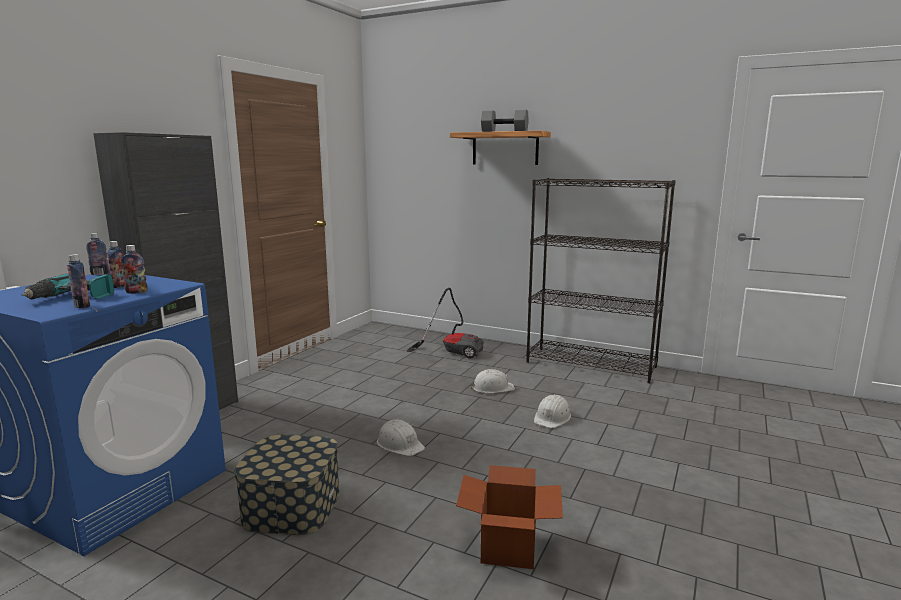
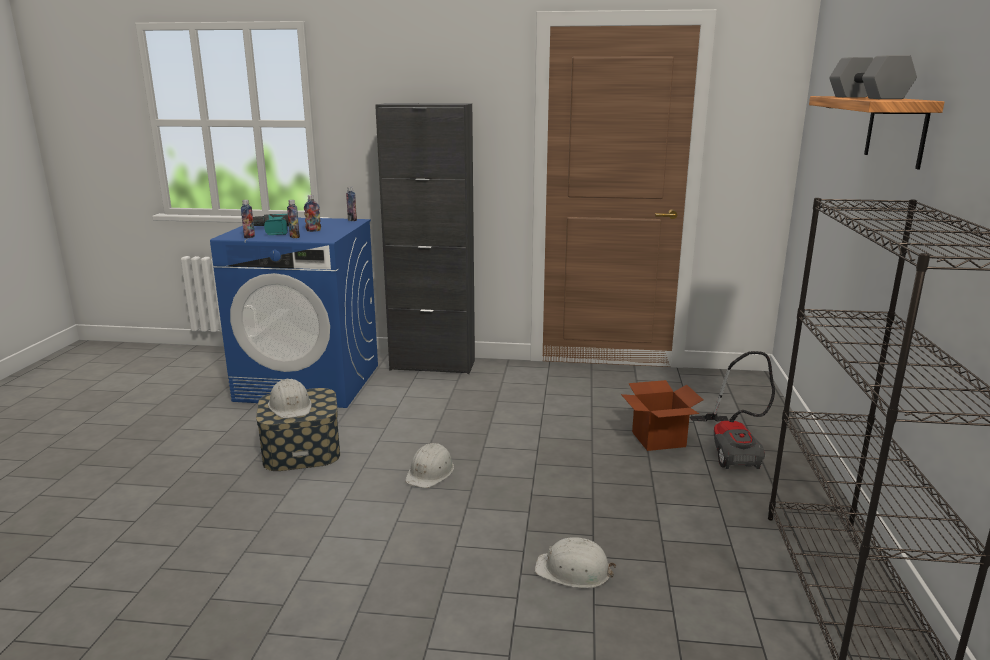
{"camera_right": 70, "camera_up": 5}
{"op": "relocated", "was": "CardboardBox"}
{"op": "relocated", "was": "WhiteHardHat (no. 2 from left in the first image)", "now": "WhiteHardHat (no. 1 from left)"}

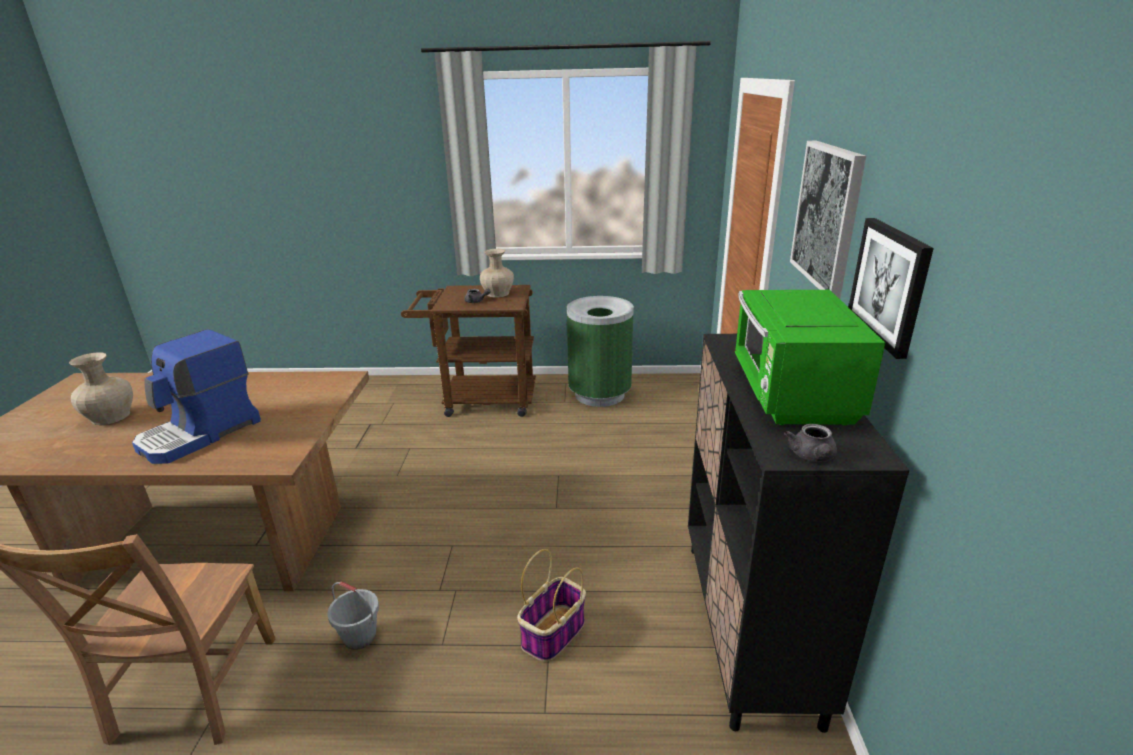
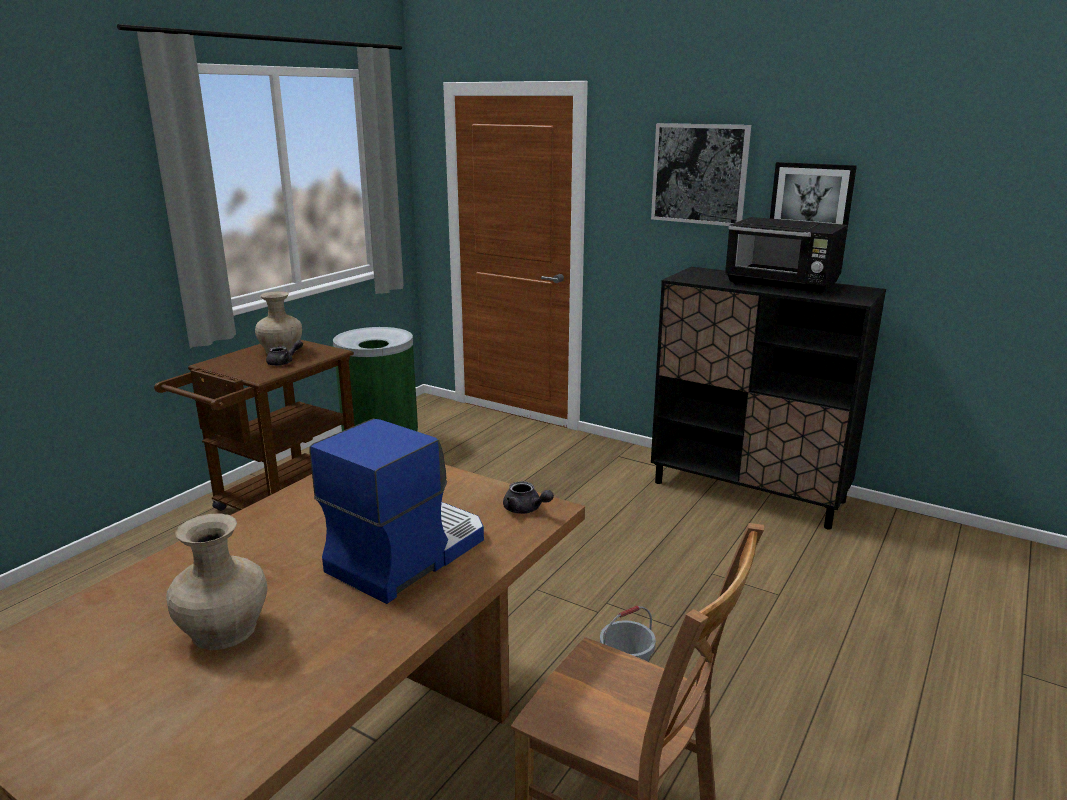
{"camera_right": -60, "camera_up": -5}
{"op": "missing", "was": "Basket"}
{"op": "relocated", "was": "GreyTeapot (no. 2 from left)"}
{"op": "colour", "was": "GreenMicrowave", "now": "BlackMicrowave"}
{"op": "spun", "was": "CoffeeMachine", "clockwise": -120}

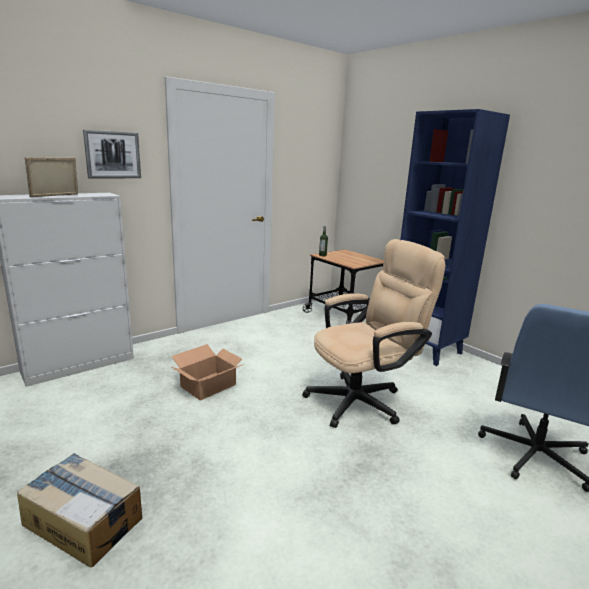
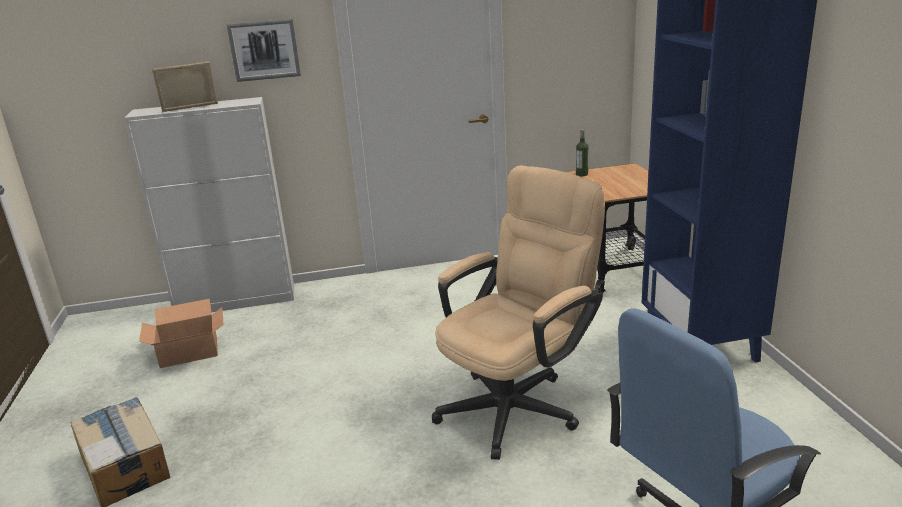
{"camera_right": 30, "camera_up": 5}
{"op": "relocated", "was": "CardboardBox (no. 2 from left)"}
{"op": "spun", "was": "BeigeOfficeChair", "clockwise": -45}

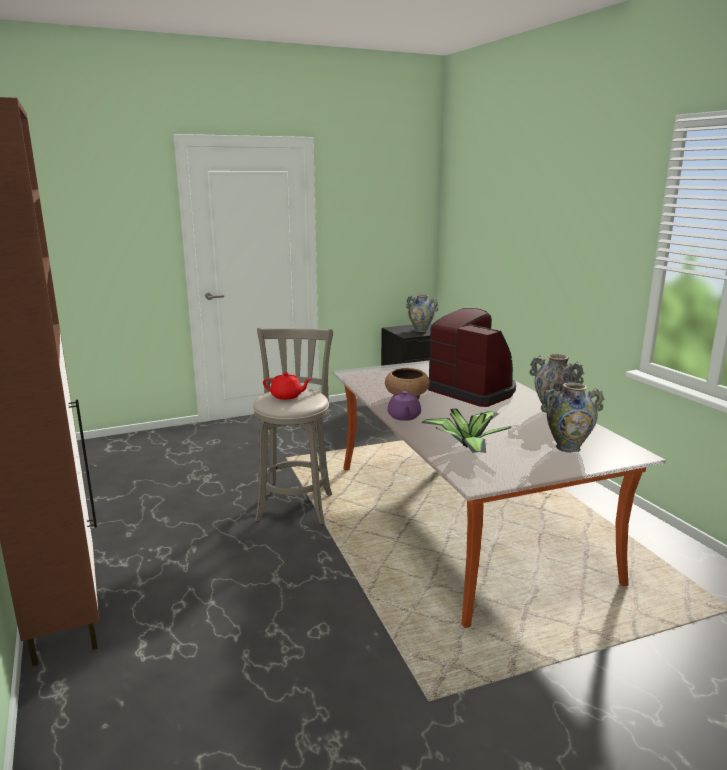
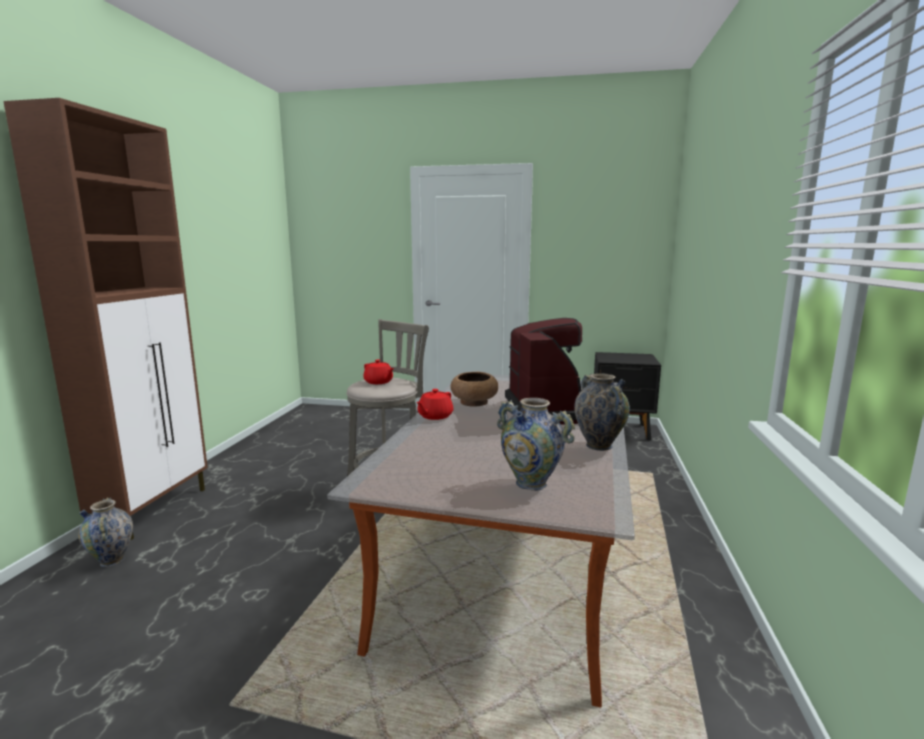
{"camera_right": 35, "camera_up": -5}
{"op": "missing", "was": "PottedPlant"}
{"op": "relocated", "was": "Vase (no. 1 from left)"}
{"op": "colour", "was": "PurpleTeapot", "now": "RedTeapot (no. 2 from left)"}

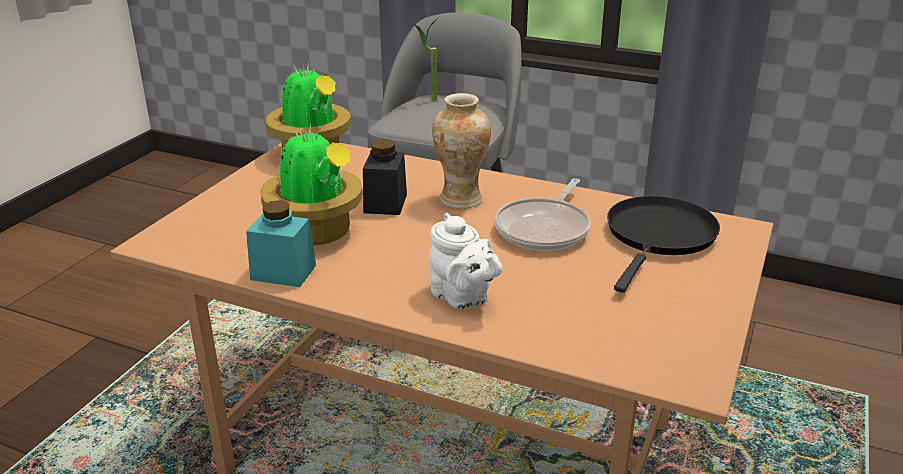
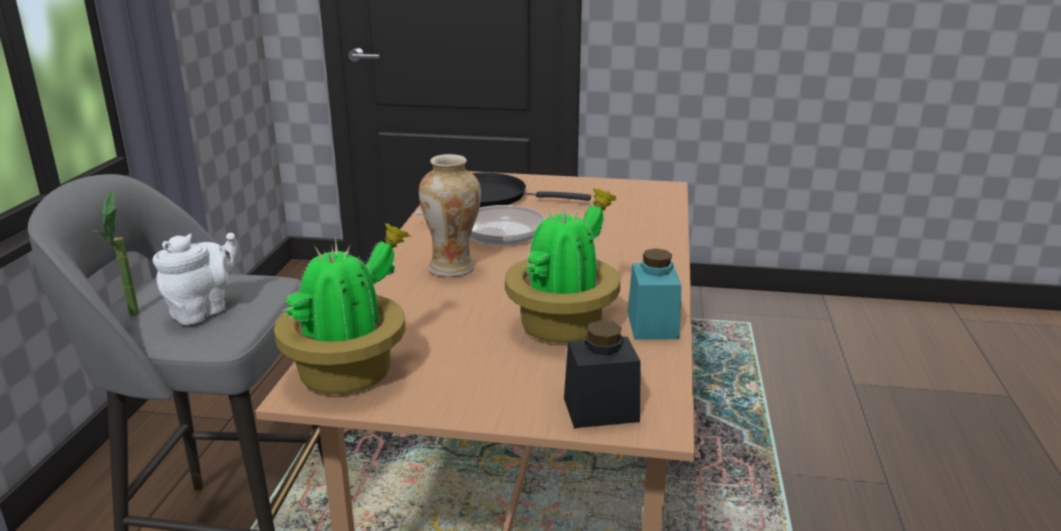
{"camera_right": -105, "camera_up": -5}
{"op": "relocated", "was": "BlackJar"}
{"op": "relocated", "was": "WhiteTeapot"}

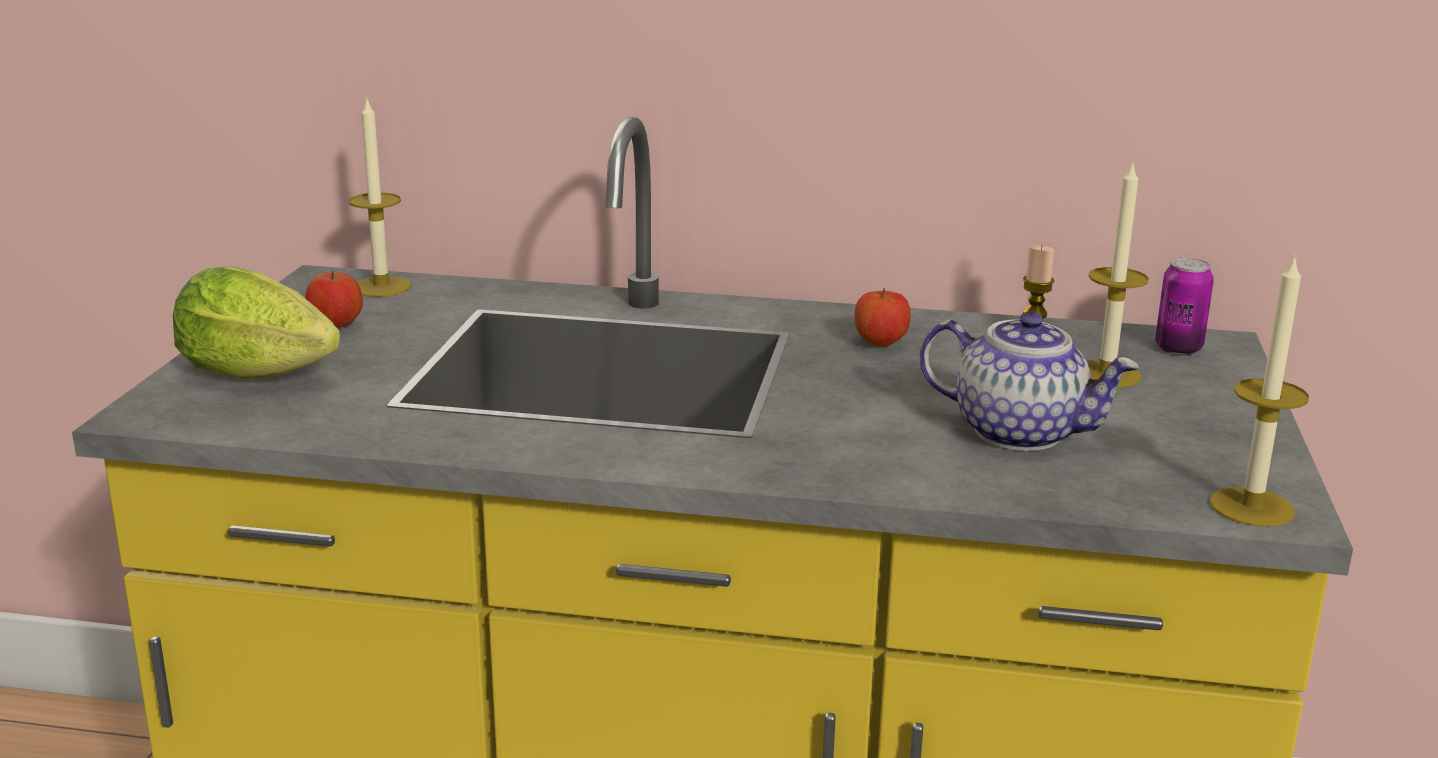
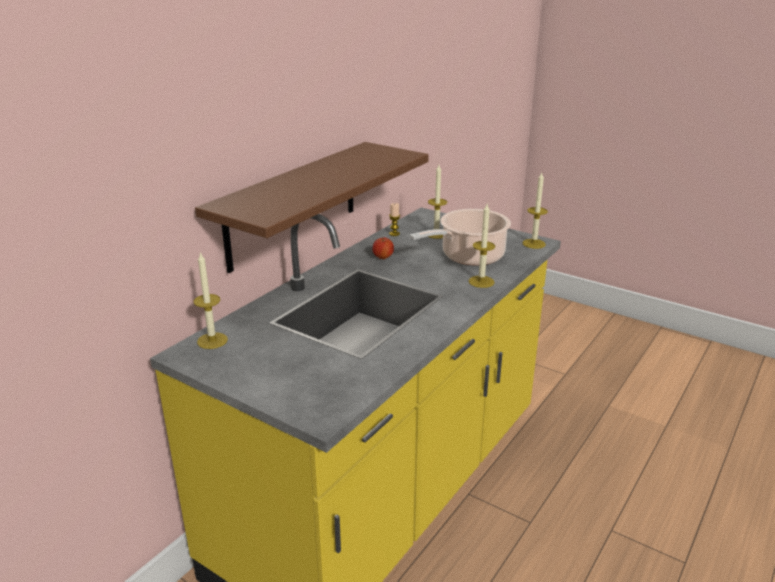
{"camera_right": -65, "camera_up": 5}
{"op": "missing", "was": "Lettuce"}
{"op": "missing", "was": "Apple (no. 1 from left)"}
{"op": "missing", "was": "Can"}
{"op": "appeared", "now": "BrownShelf"}
{"op": "appeared", "now": "Candle (no. 4 from left)"}
{"op": "exchanged", "was": "Teapot", "now": "CookingPot"}

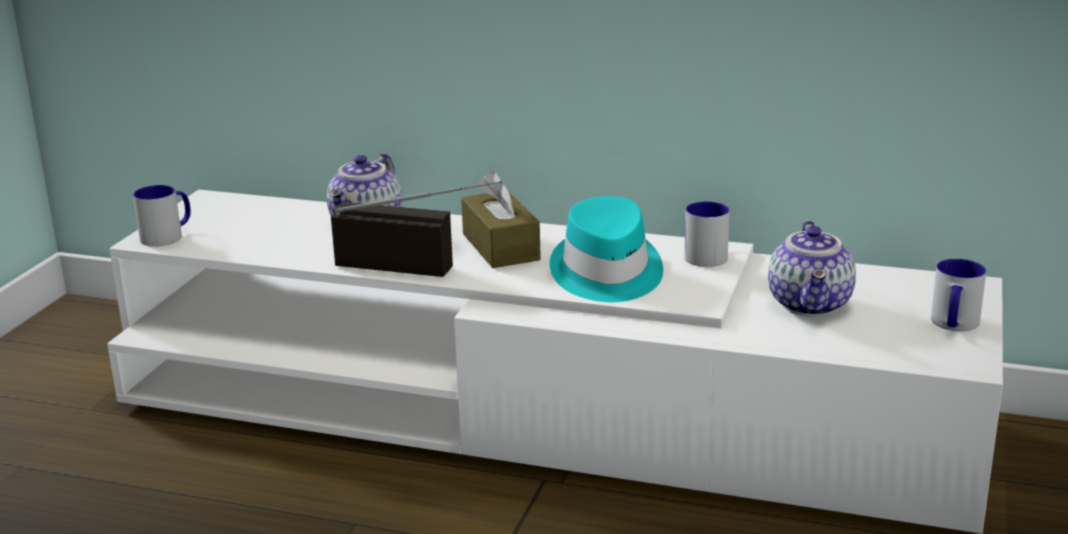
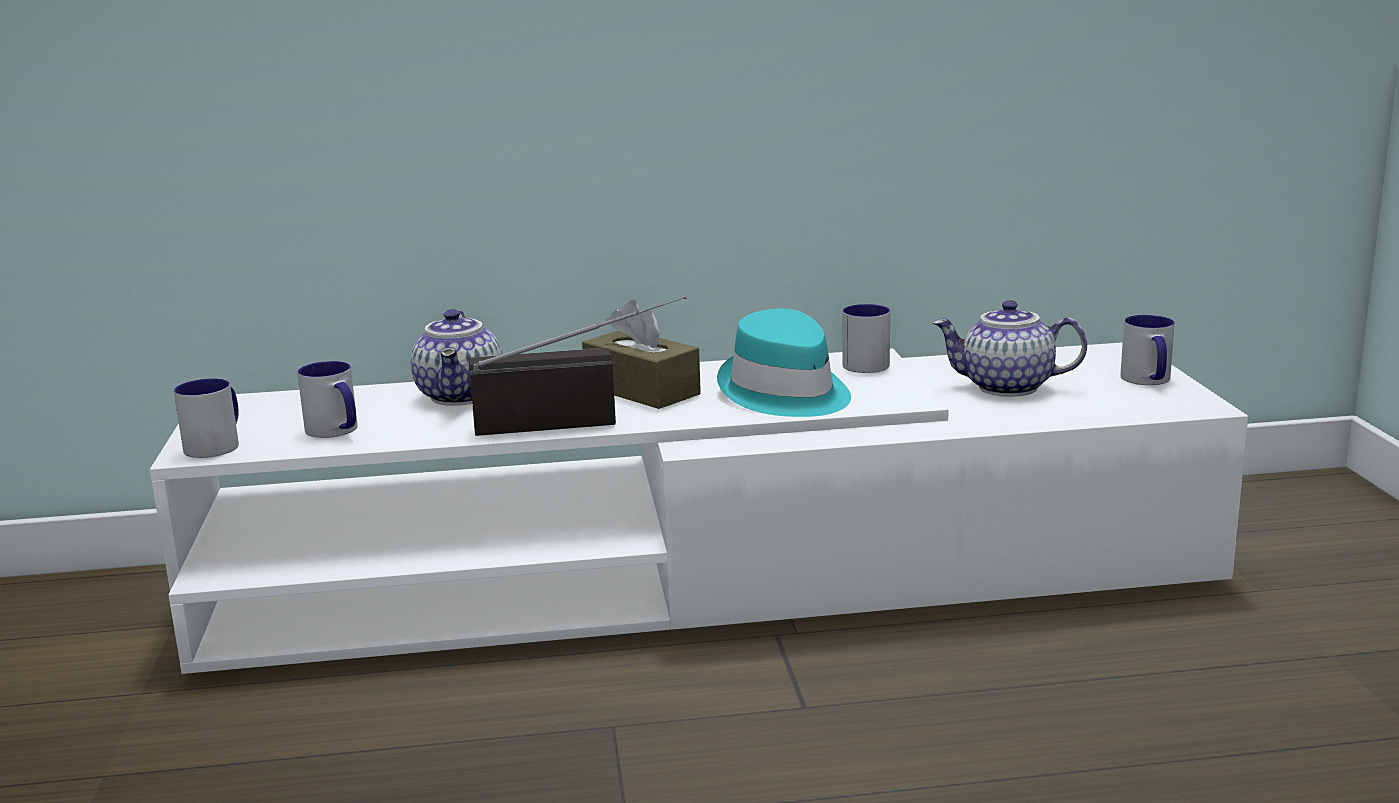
{"camera_right": -25, "camera_up": -5}
{"op": "appeared", "now": "Mug (no. 2 from left)"}
{"op": "spun", "was": "Teapot (no. 2 from left)", "clockwise": 120}

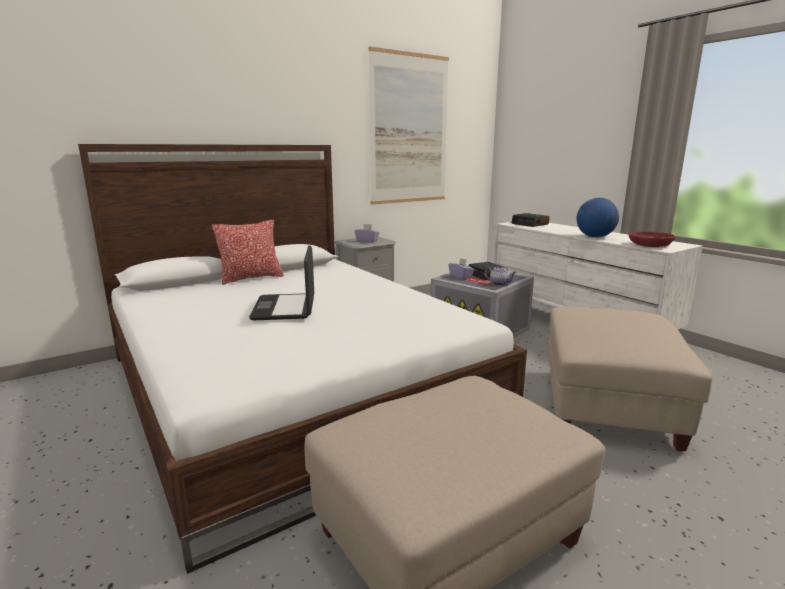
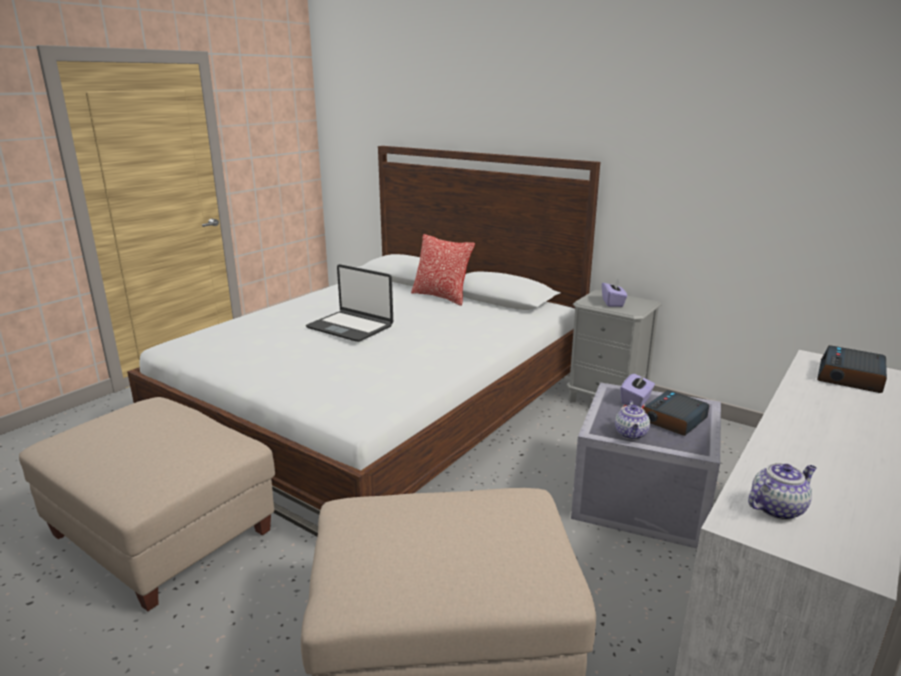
{"camera_right": 70, "camera_up": 5}
{"op": "missing", "was": "Picture"}
{"op": "missing", "was": "Globe"}
{"op": "exchanged", "was": "RedBowl", "now": "Teapot (no. 2 from left)"}
{"op": "spun", "was": "Laptop", "clockwise": -120}

